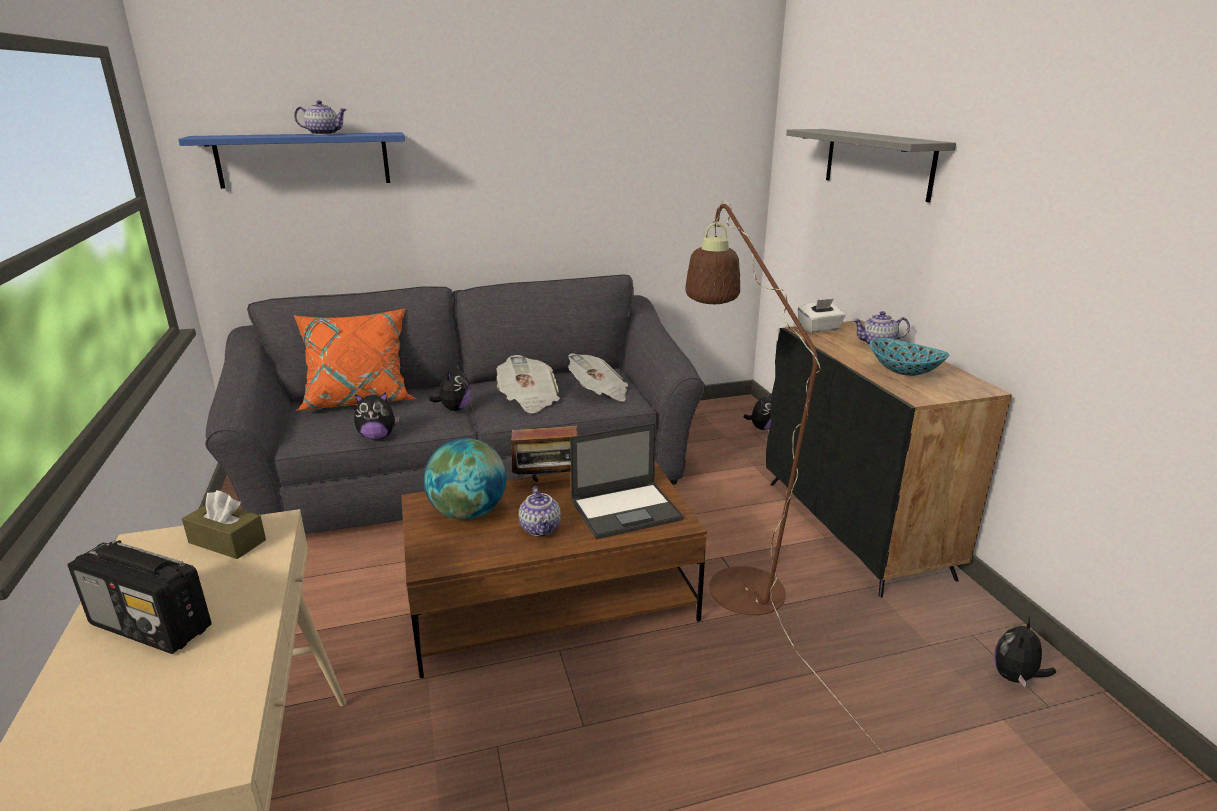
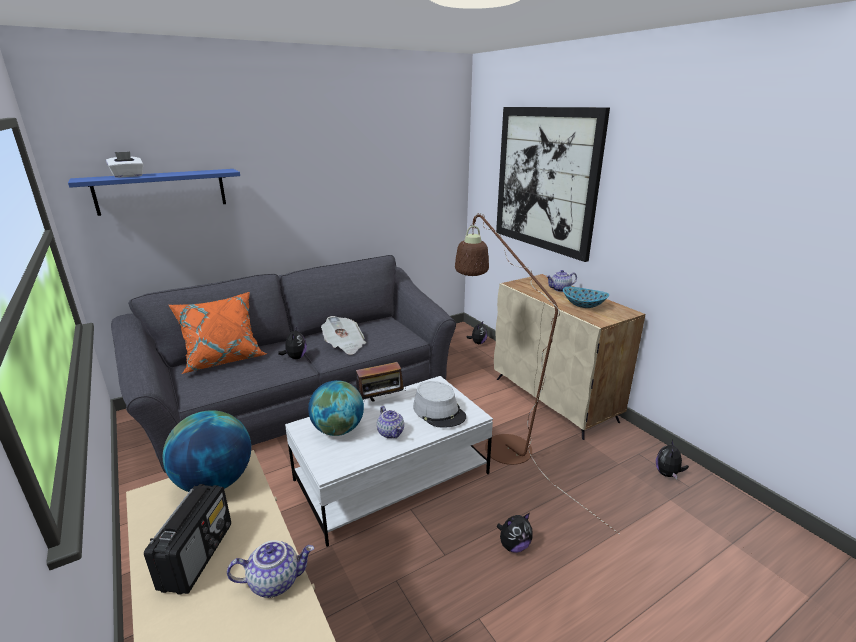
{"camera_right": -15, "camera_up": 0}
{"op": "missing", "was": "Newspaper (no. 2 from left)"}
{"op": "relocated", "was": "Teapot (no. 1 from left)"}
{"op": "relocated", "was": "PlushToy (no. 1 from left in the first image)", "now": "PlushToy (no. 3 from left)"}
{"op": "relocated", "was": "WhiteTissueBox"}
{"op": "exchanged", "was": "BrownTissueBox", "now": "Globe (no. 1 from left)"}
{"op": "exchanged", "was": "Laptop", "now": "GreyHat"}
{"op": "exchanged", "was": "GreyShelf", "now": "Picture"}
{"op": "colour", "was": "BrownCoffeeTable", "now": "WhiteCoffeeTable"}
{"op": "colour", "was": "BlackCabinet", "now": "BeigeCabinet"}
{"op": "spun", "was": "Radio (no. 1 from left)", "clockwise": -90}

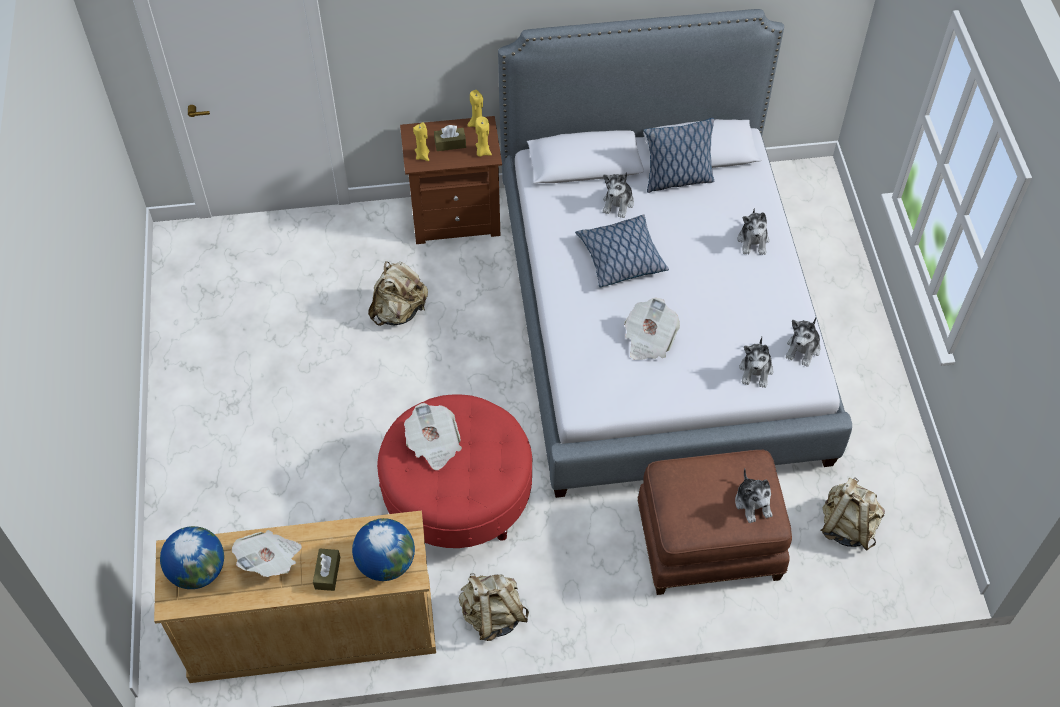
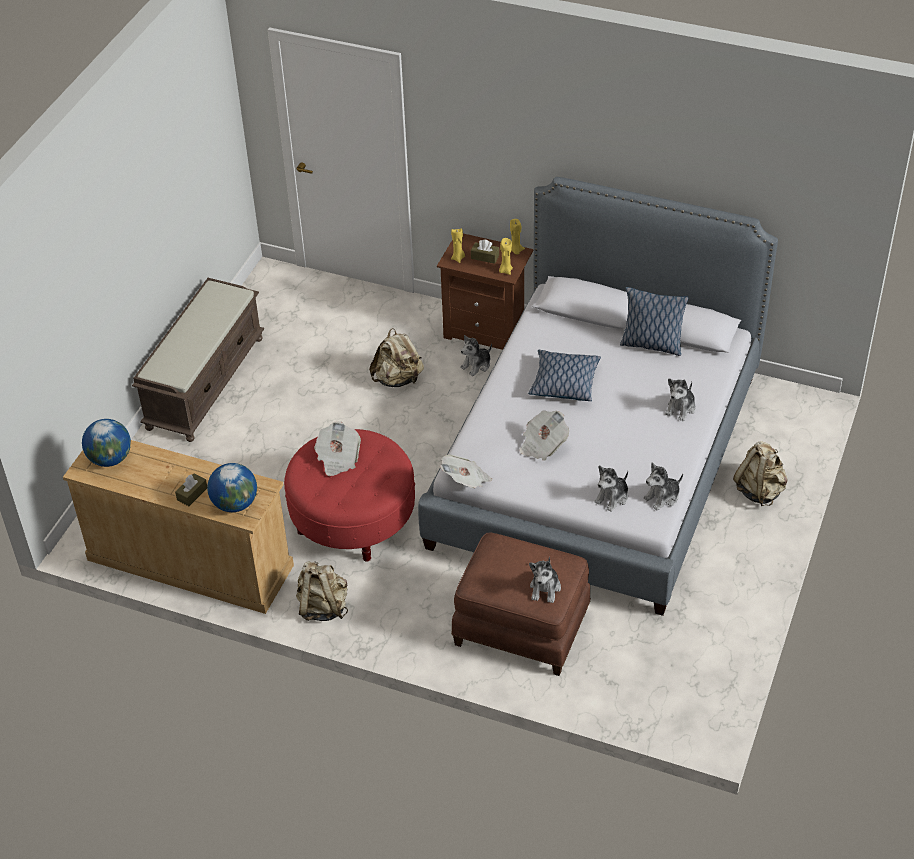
{"camera_right": 30, "camera_up": -10}
{"op": "appeared", "now": "BrownBench"}
{"op": "relocated", "was": "Newspaper (no. 1 from left in the first image)", "now": "Newspaper (no. 2 from left)"}
{"op": "relocated", "was": "PlushToy (no. 1 from left)"}
{"op": "relocated", "was": "BeigeBackpack (no. 3 from left)"}

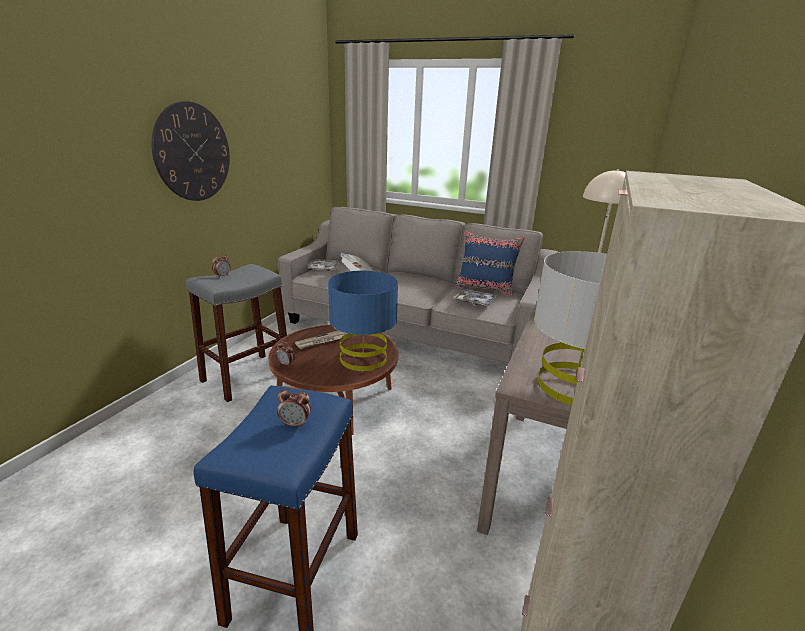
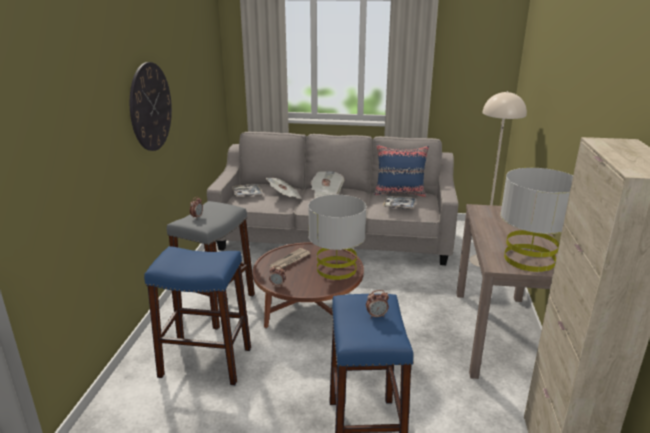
{"camera_right": -15, "camera_up": 0}
{"op": "appeared", "now": "BlueStool (no. 1 from left)"}
{"op": "appeared", "now": "Newspaper (no. 3 from left)"}
{"op": "colour", "was": "BlueTableLamp", "now": "GreyTableLamp (no. 1 from left)"}

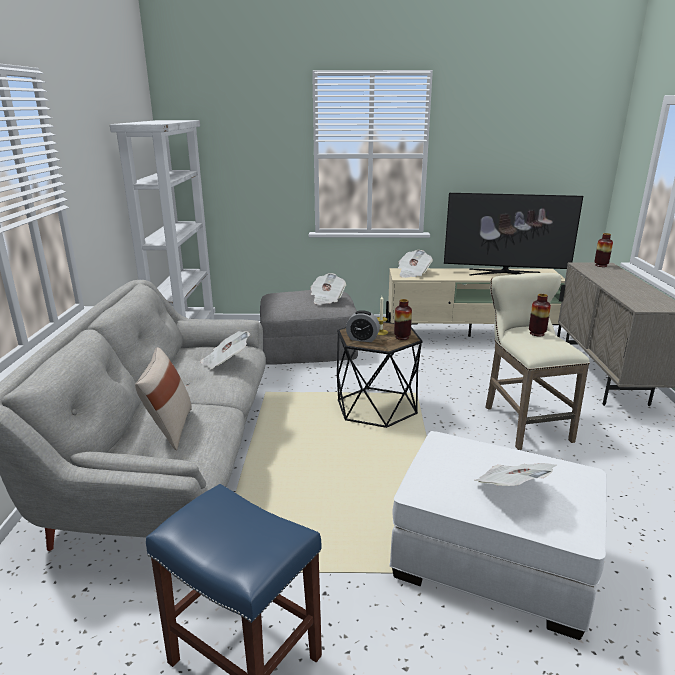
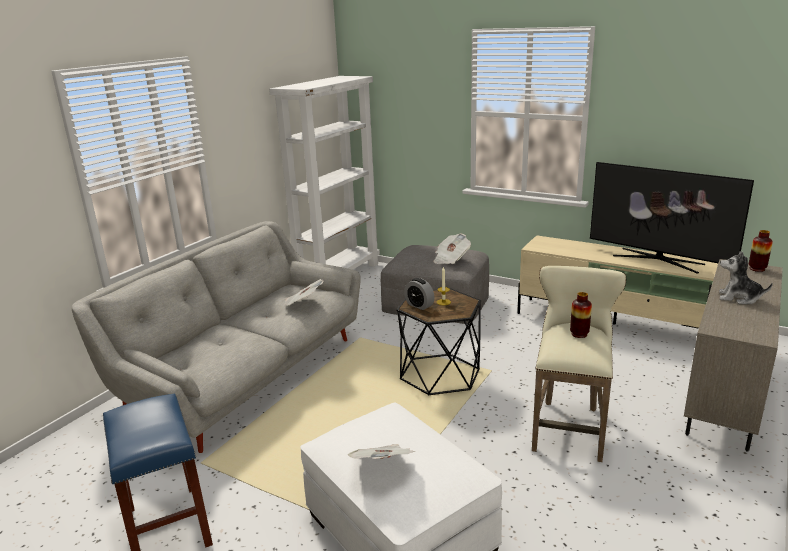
{"camera_right": 30, "camera_up": 0}
{"op": "missing", "was": "BeigePillow"}
{"op": "missing", "was": "Vase (no. 1 from left)"}
{"op": "missing", "was": "Newspaper (no. 3 from left)"}
{"op": "appeared", "now": "PlushToy"}

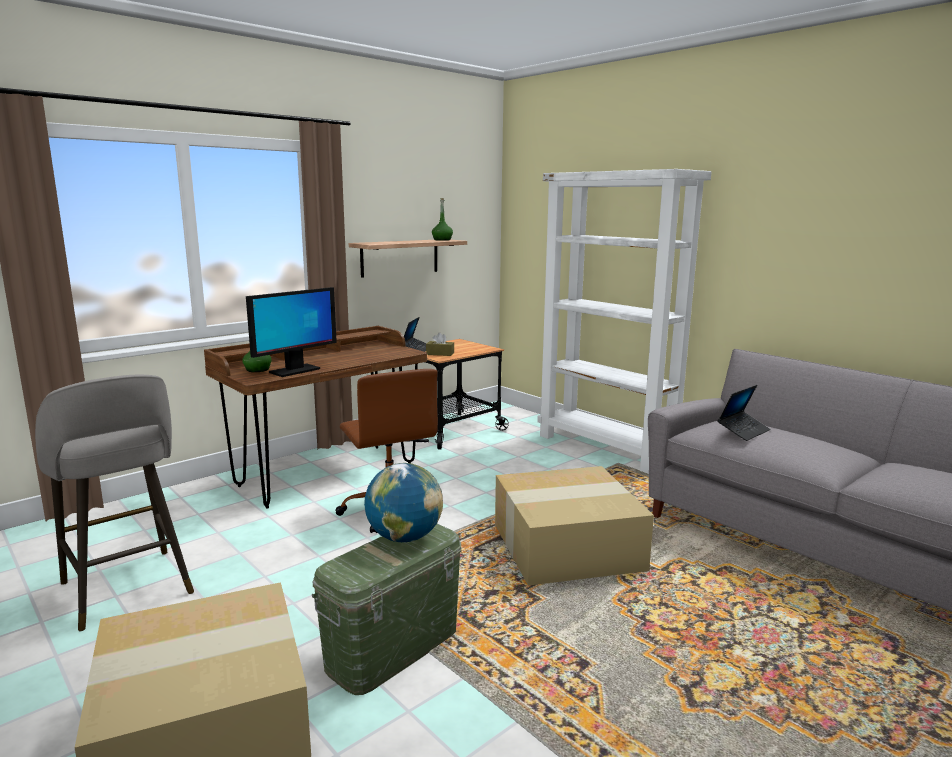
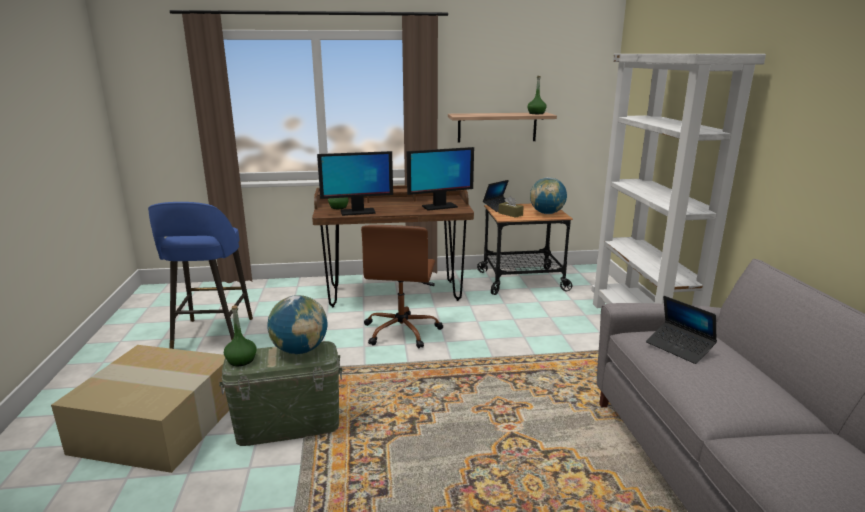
{"camera_right": 35, "camera_up": 5}
{"op": "missing", "was": "CardboardBox (no. 2 from left)"}
{"op": "appeared", "now": "GreenBottle (no. 1 from left)"}
{"op": "appeared", "now": "Monitor (no. 2 from left)"}
{"op": "appeared", "now": "Globe (no. 2 from left)"}
{"op": "colour", "was": "GreyStool", "now": "BlueStool"}
{"op": "spun", "was": "Laptop (no. 2 from left)", "clockwise": 60}

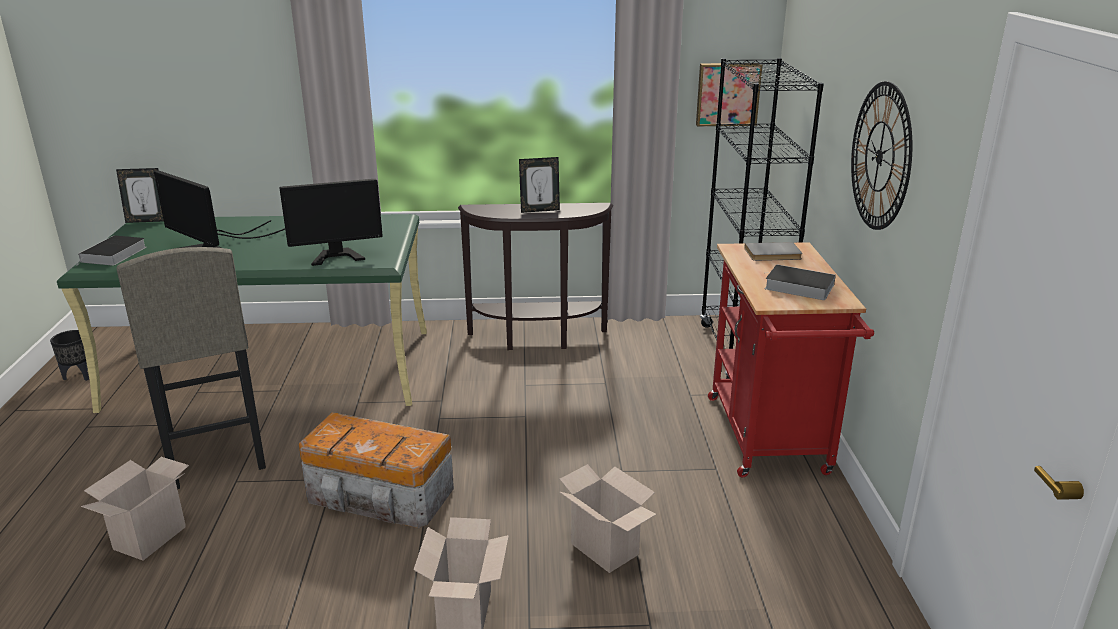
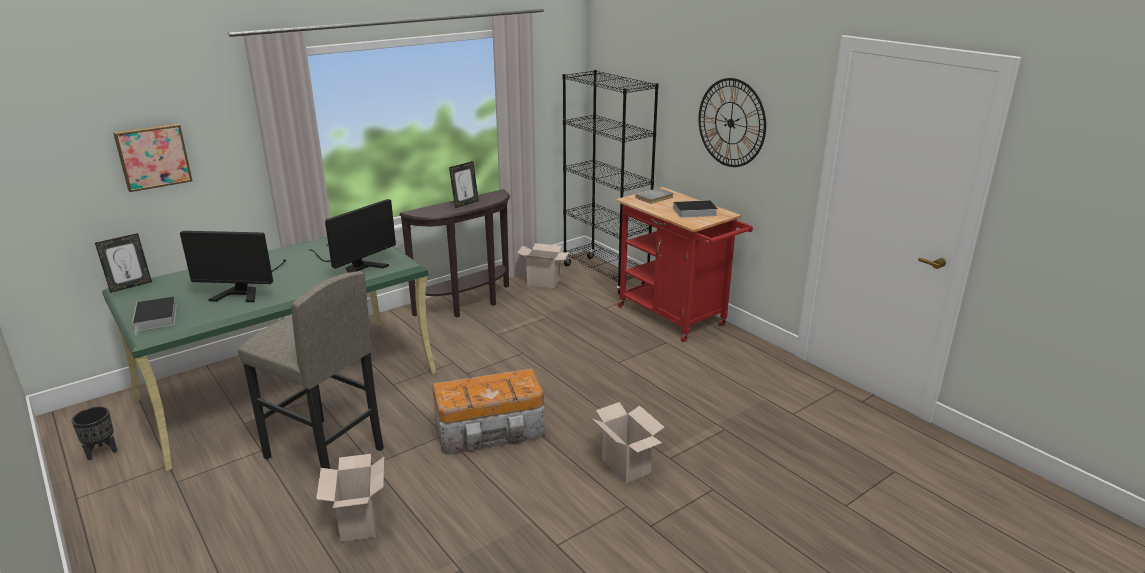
{"camera_right": -35, "camera_up": 0}
{"op": "relocated", "was": "CardboardBox (no. 3 from left in the first image)", "now": "CardboardBox (no. 2 from left)"}
{"op": "relocated", "was": "Picture"}

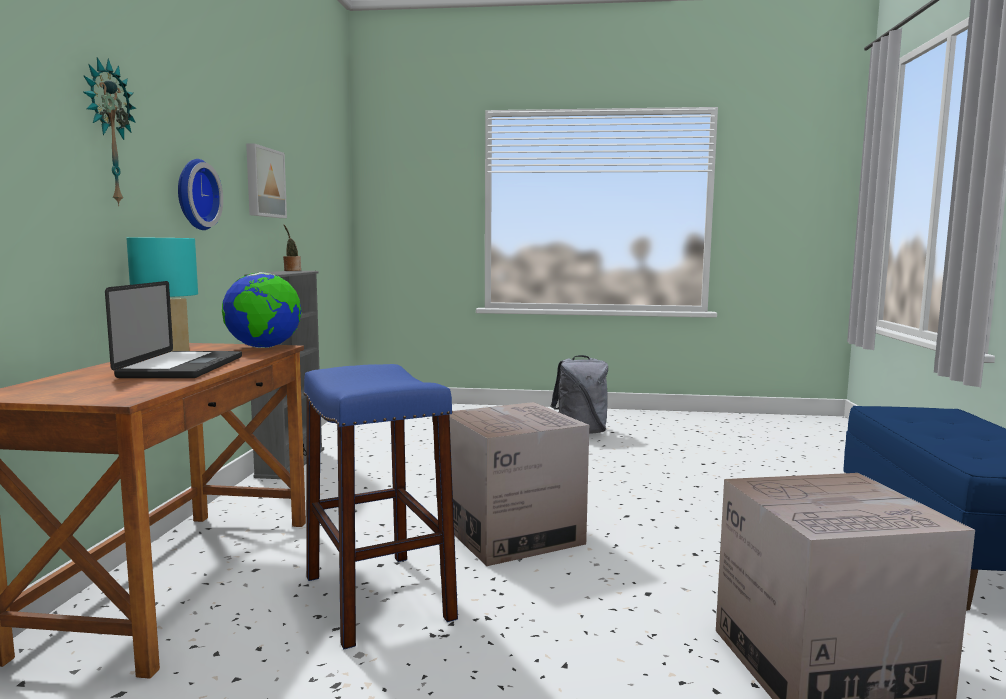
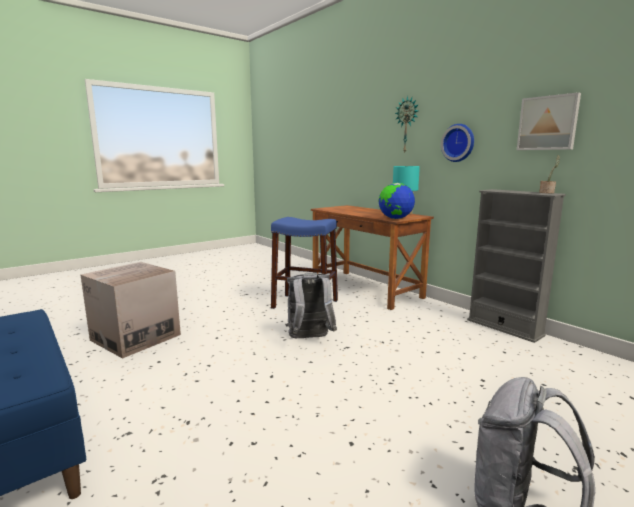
{"camera_right": 135, "camera_up": 5}
{"op": "missing", "was": "Laptop"}
{"op": "exchanged", "was": "CardboardBox (no. 1 from left)", "now": "GreyBackpack (no. 1 from left)"}

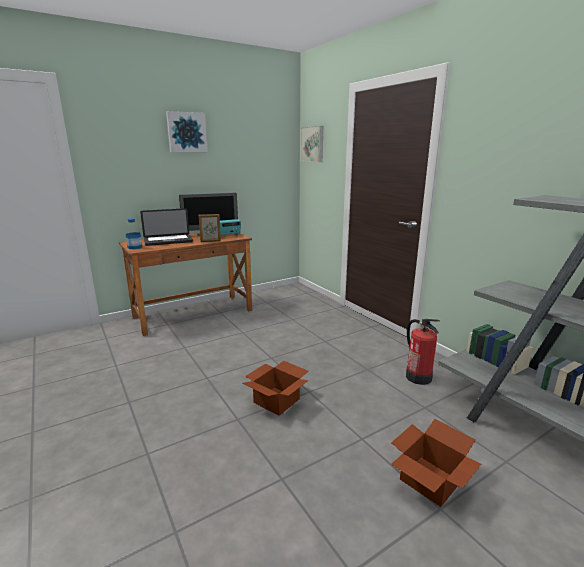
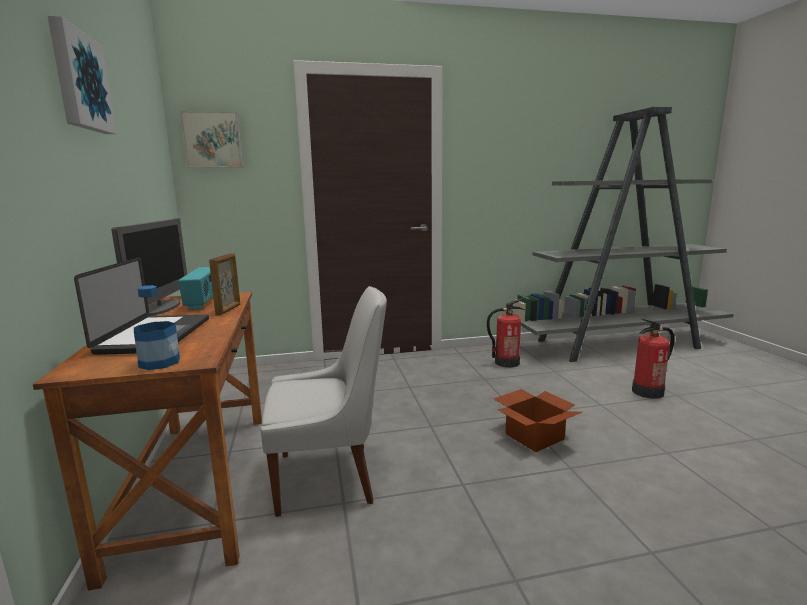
{"camera_right": -70, "camera_up": -5}
{"op": "appeared", "now": "WhiteChair"}
{"op": "exchanged", "was": "CardboardBox (no. 2 from left)", "now": "FireExtinguisher (no. 2 from left)"}

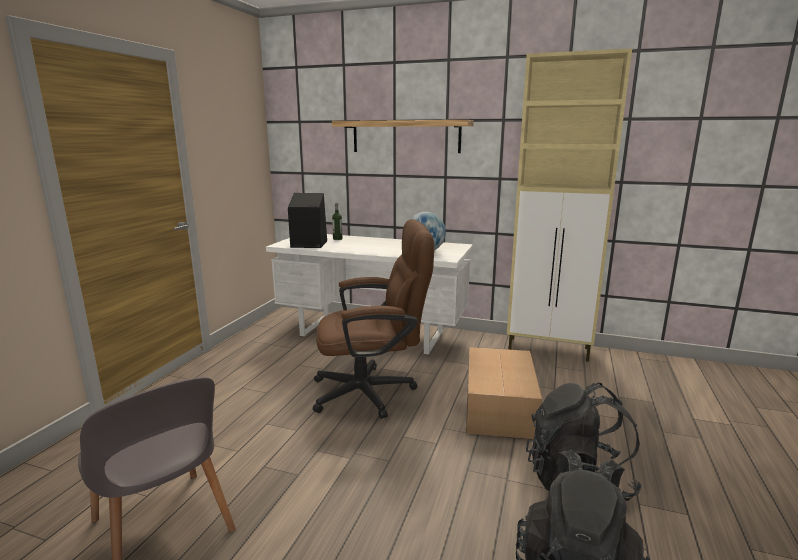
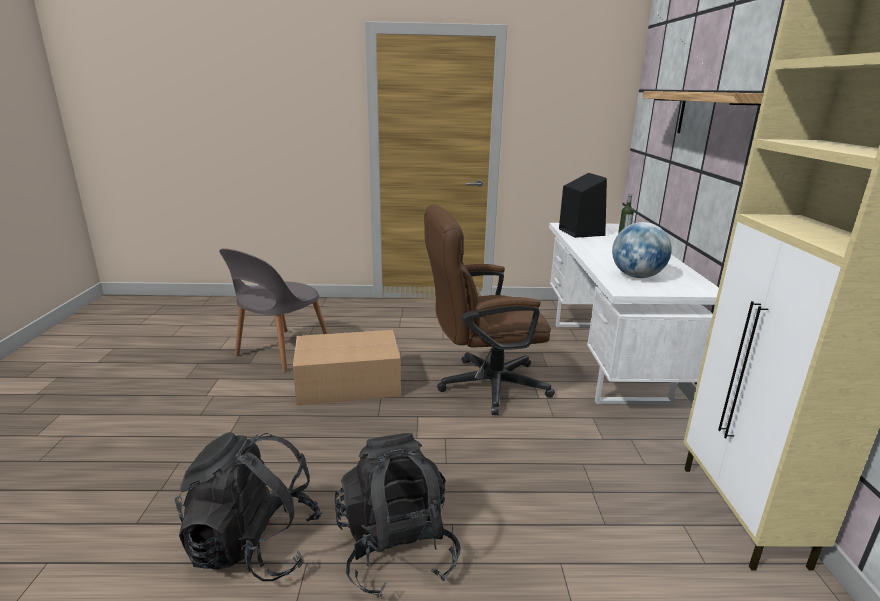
{"camera_right": 70, "camera_up": 5}
{"op": "relocated", "was": "CardboardBox"}
{"op": "spun", "was": "BrownOfficeChair", "clockwise": 105}

